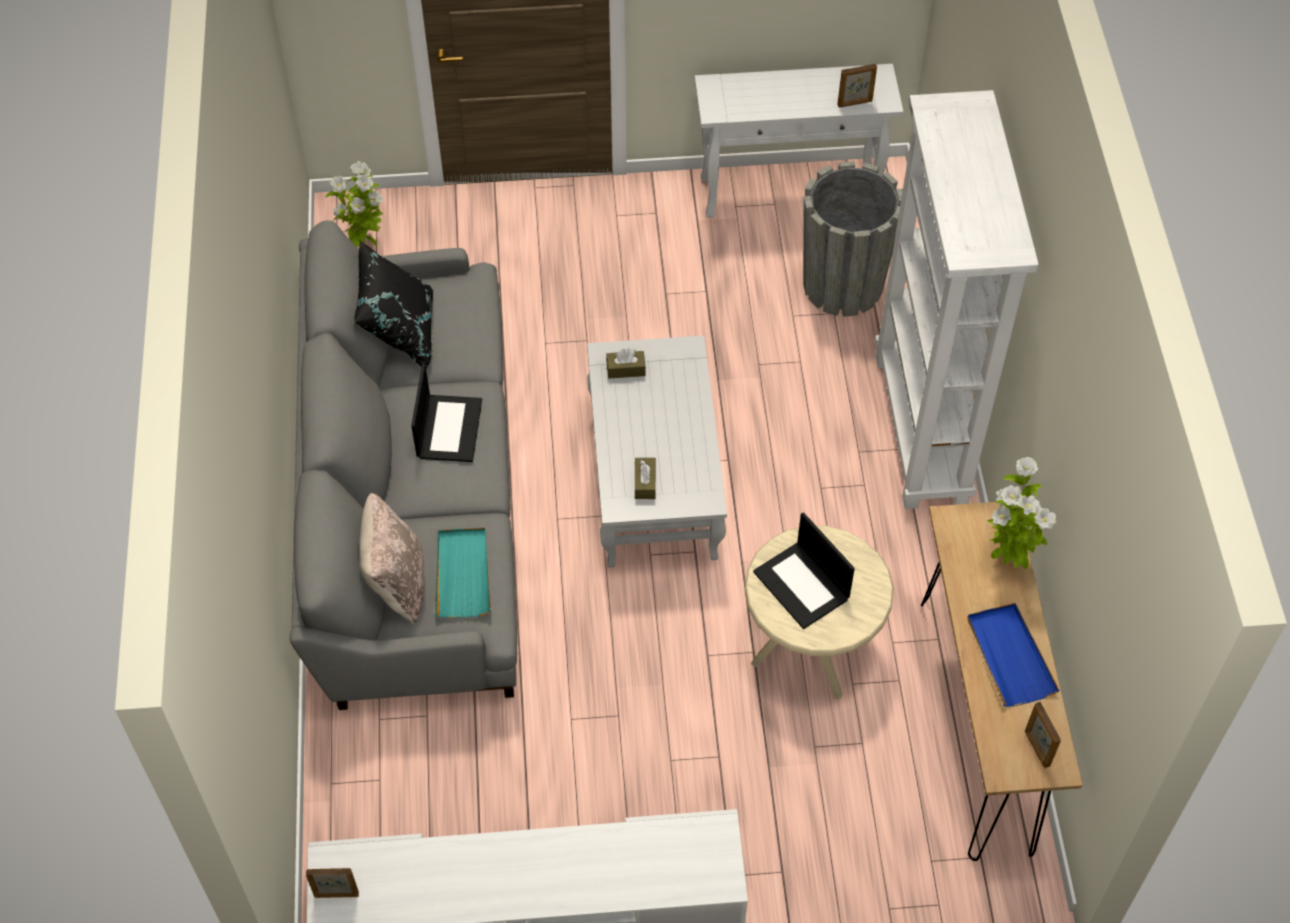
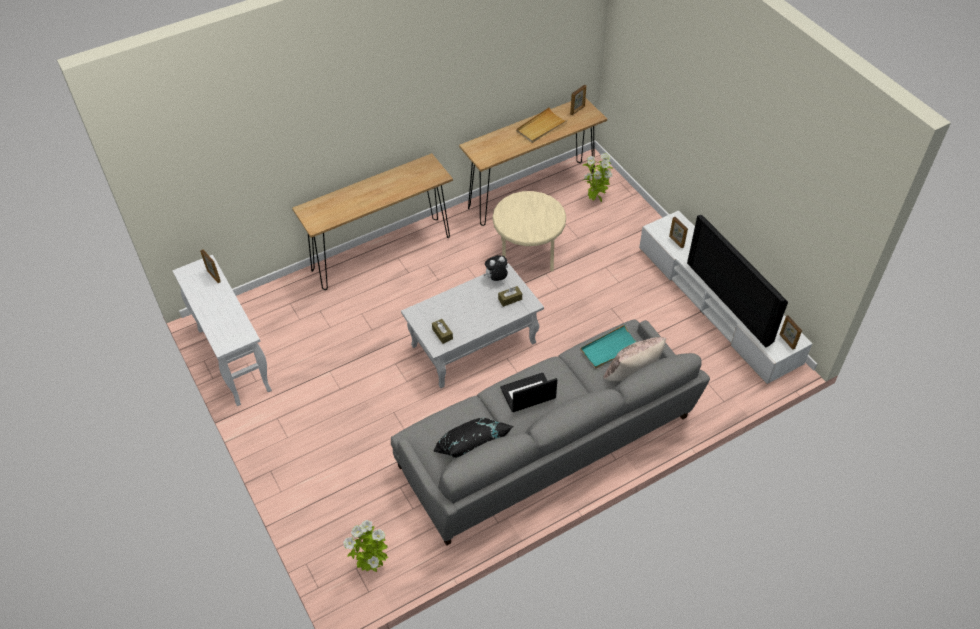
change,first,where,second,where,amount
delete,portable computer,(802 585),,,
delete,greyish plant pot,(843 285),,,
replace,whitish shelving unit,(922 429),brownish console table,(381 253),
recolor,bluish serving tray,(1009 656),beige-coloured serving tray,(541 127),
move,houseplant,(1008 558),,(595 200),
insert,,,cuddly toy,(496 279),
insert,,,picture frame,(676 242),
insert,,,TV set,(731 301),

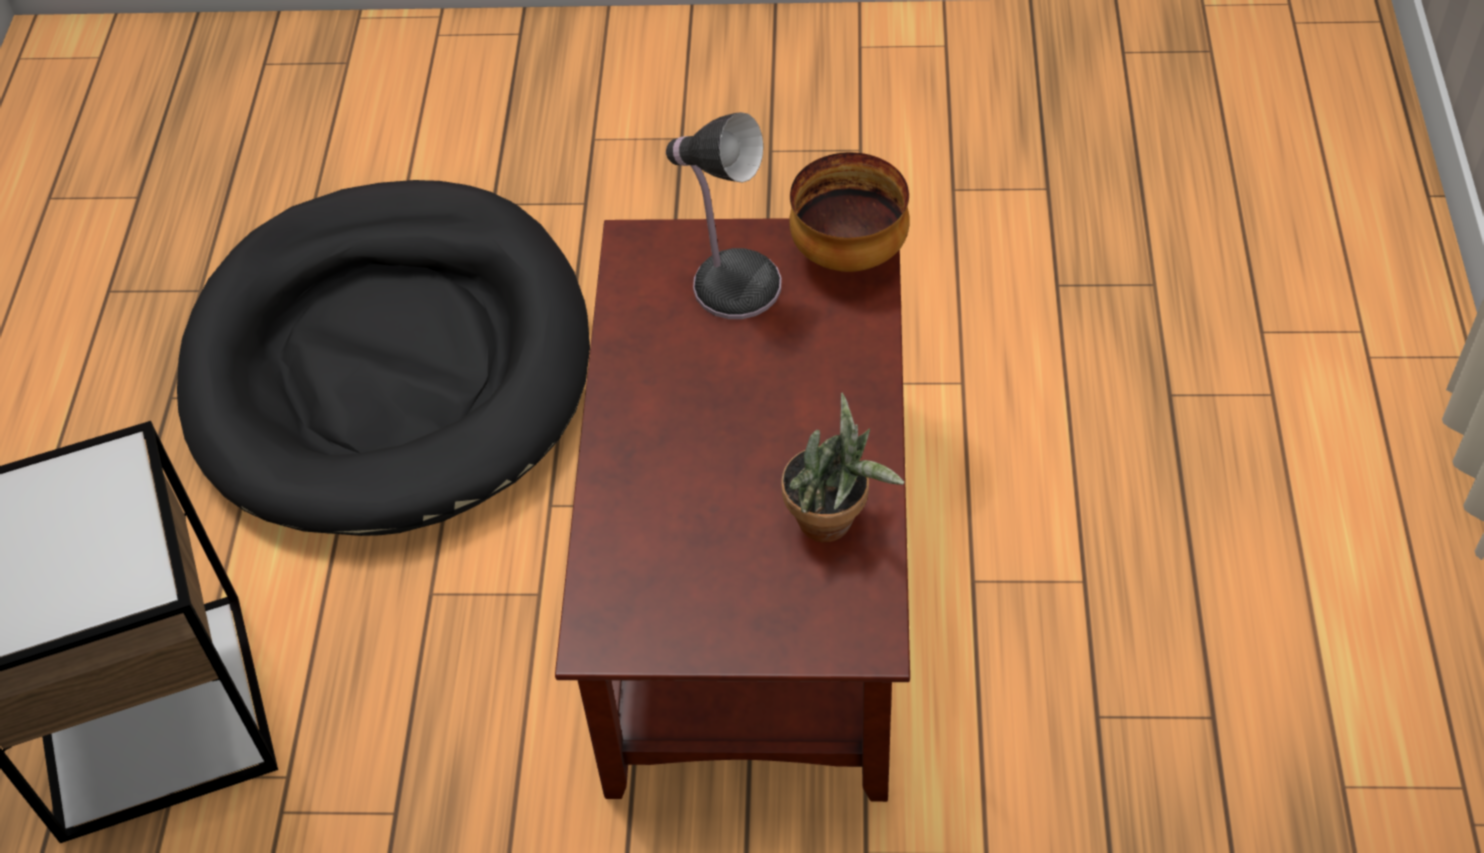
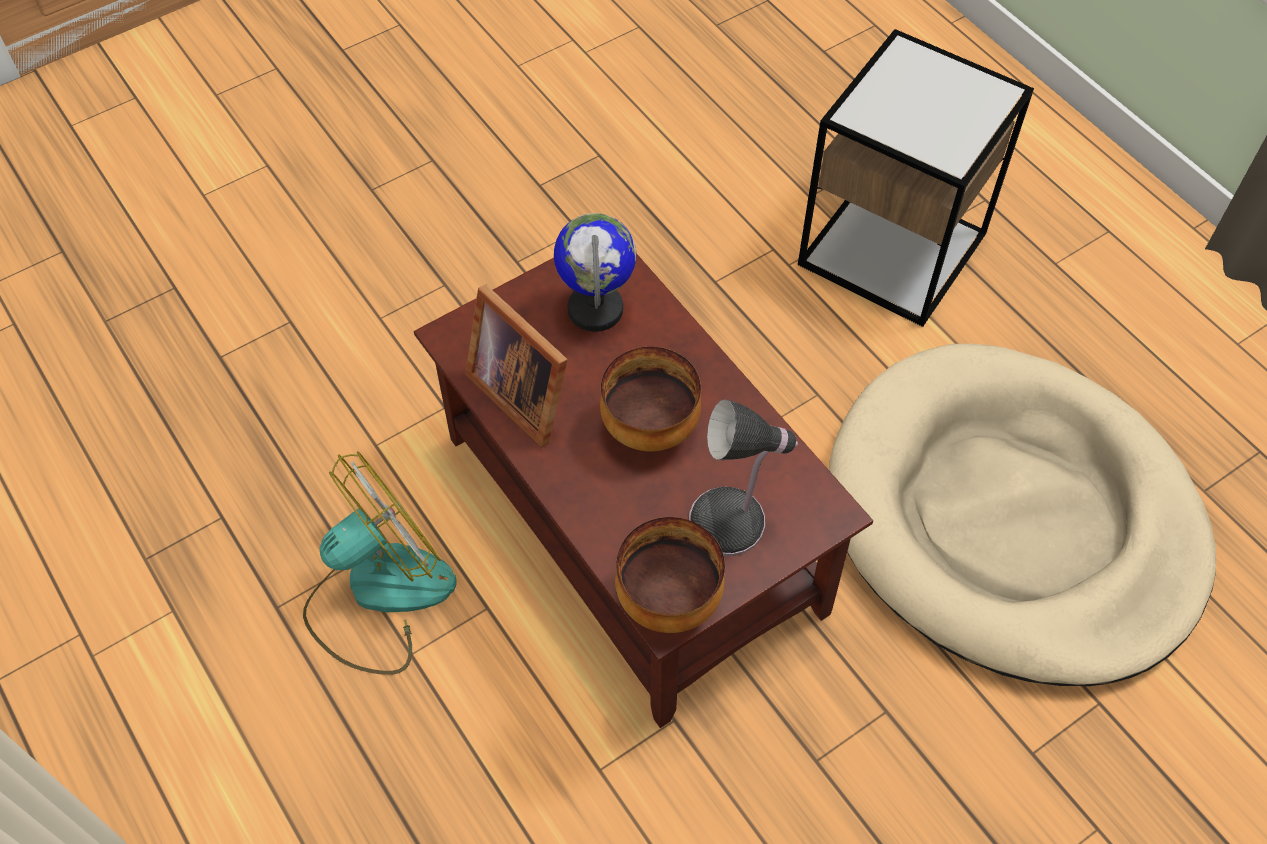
change,first,where,second,where,amount
recolor,black dog cushion,(390 365),beige-coloured dog cushion,(1012 519),
replace,houseplant,(834 523),picture frame,(522 391),
insert,,,cooling fan,(378 594),
insert,,,desk globe,(596 308),
insert,,,bowl,(651 426),

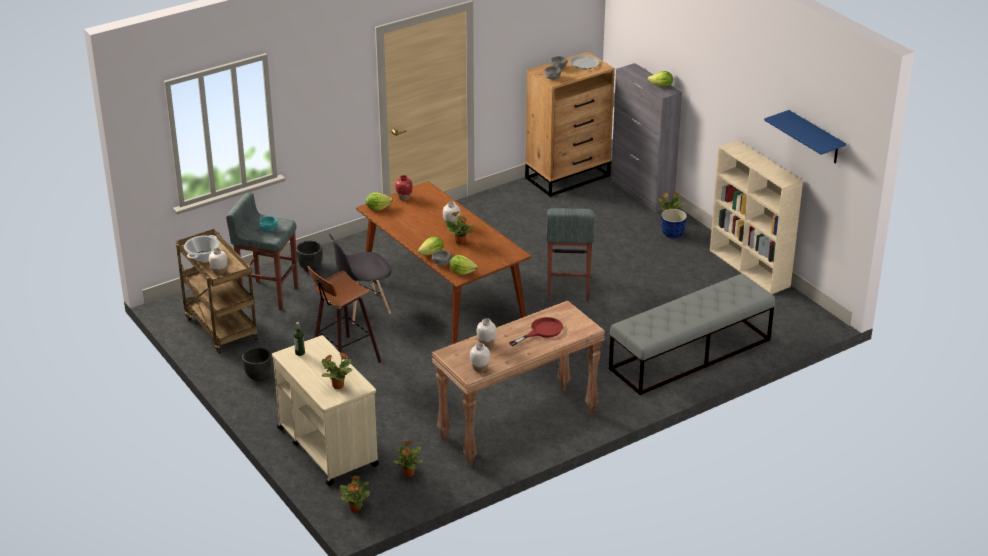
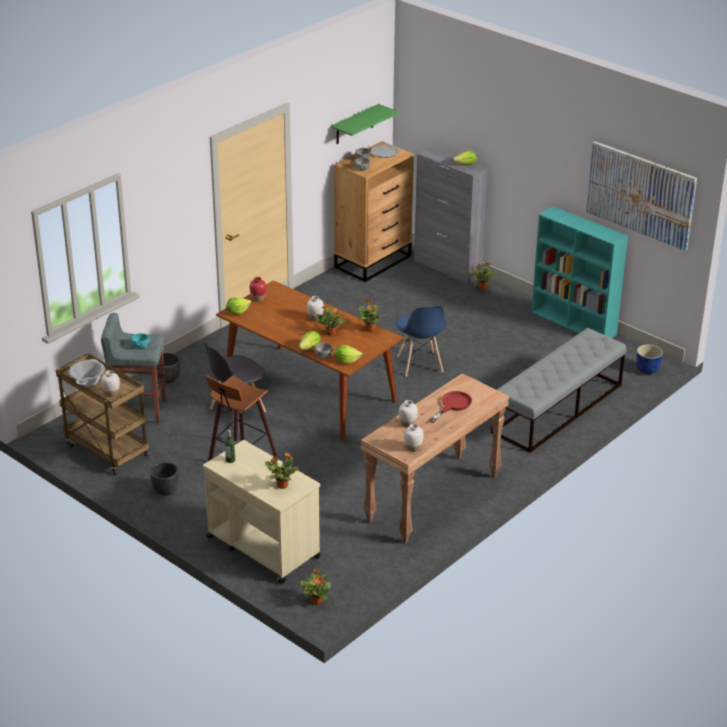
change,first,where,second,where,amount
move,houseplant,(408 474),,(370 329),
replace,greyish sitting stool,(567 288),bluish plain chair,(420 364),
move,plant pot,(672 234),,(647 370),
recolor,beige-coloured shelving unit,(750 268),turquoise-coloured shelving unit,(574 323),
replace,bluish bracket shelf,(815 138),picture,(640 194),
insert,,,green bracket shelf,(354 125),

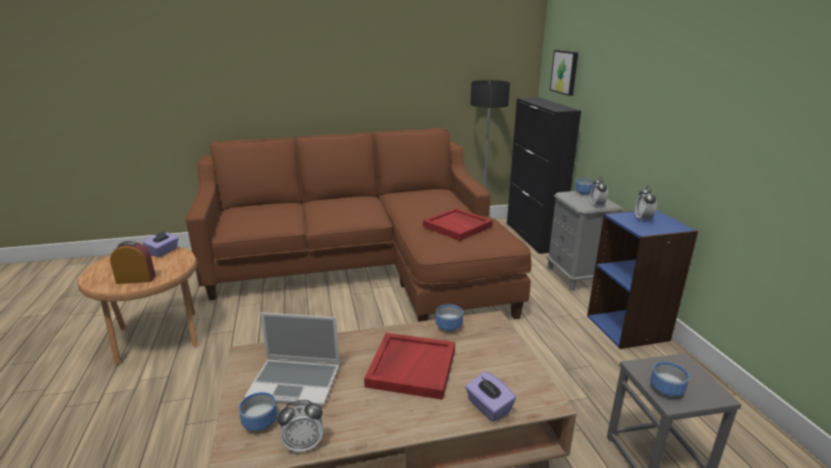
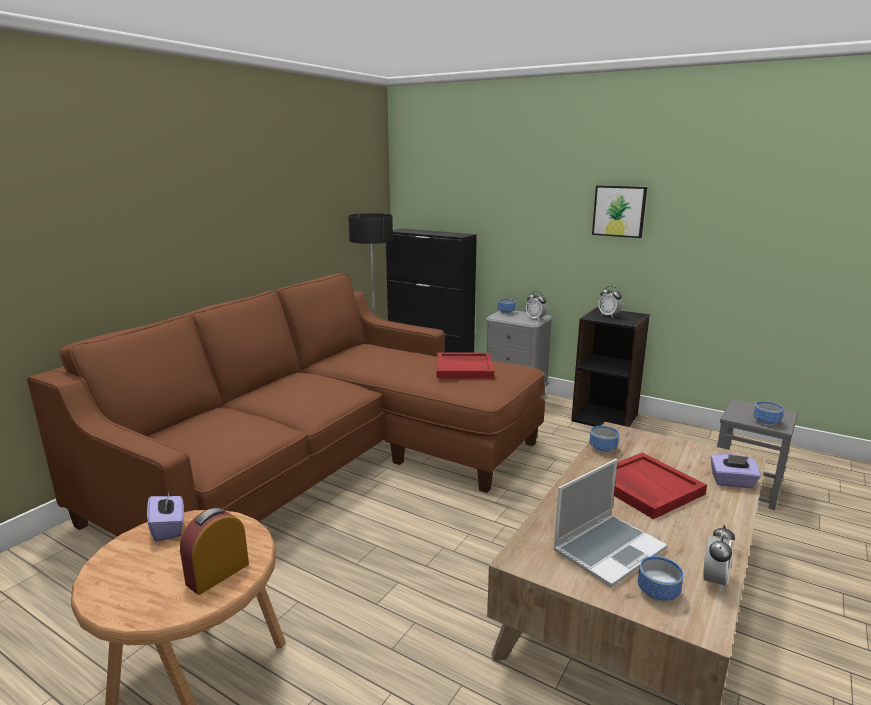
change,first,where,second,where,amount
move,picture,(565 72),,(619 211),
recolor,bluish shelving unit,(628 328),black shelving unit,(605 417),

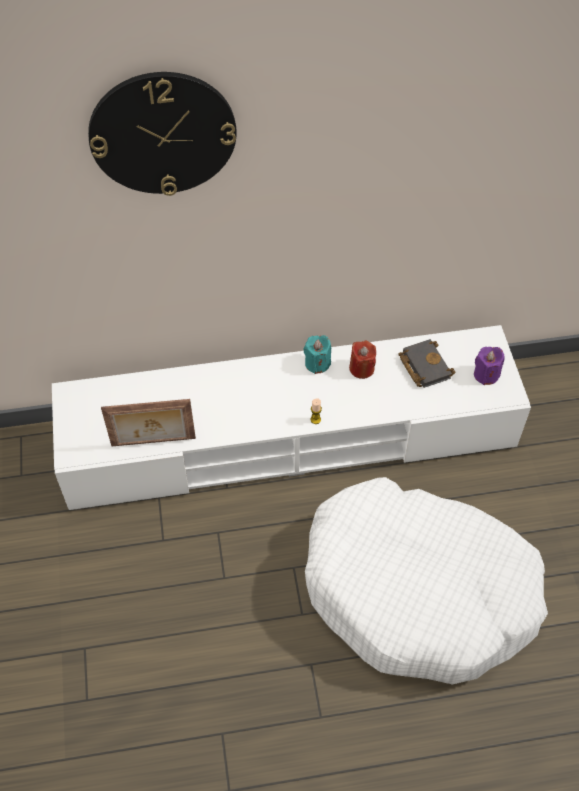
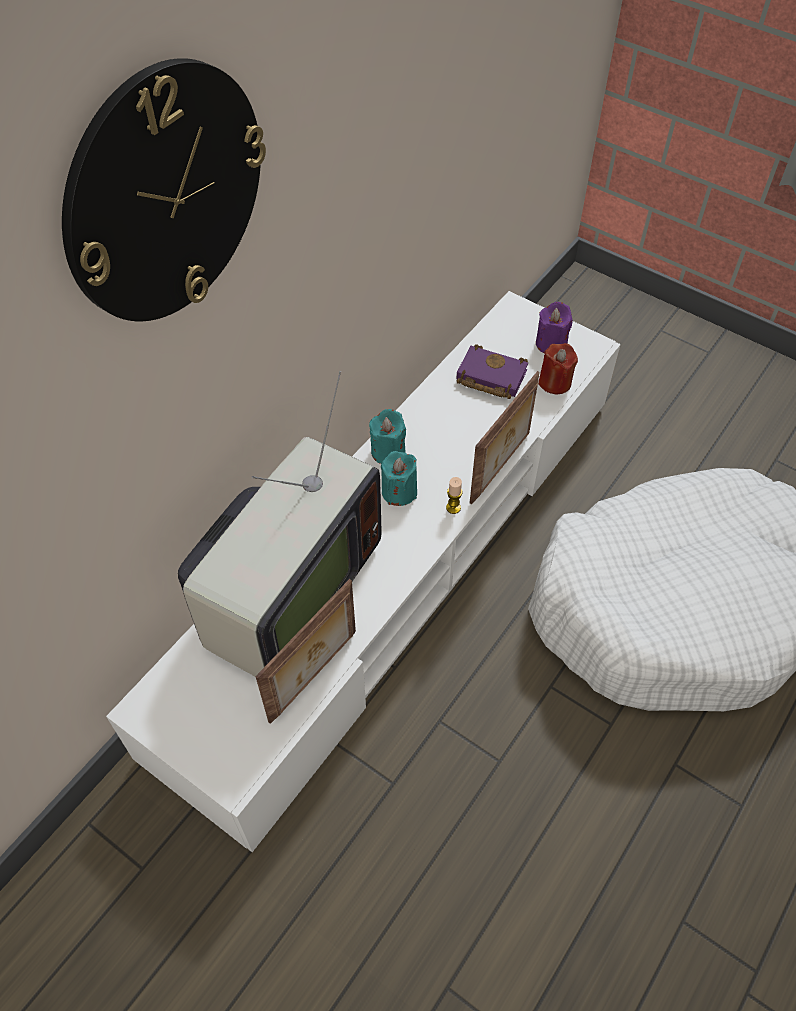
change,first,where,second,where,amount
move,red wax candle,(361 368),,(555 382),
recolor,black bound book,(423 366),purplish bound book,(489 377),
insert,,,TV set,(286 596),
insert,,,turquoise-coloured wax candle,(399 492),
insert,,,picture frame,(501 467),

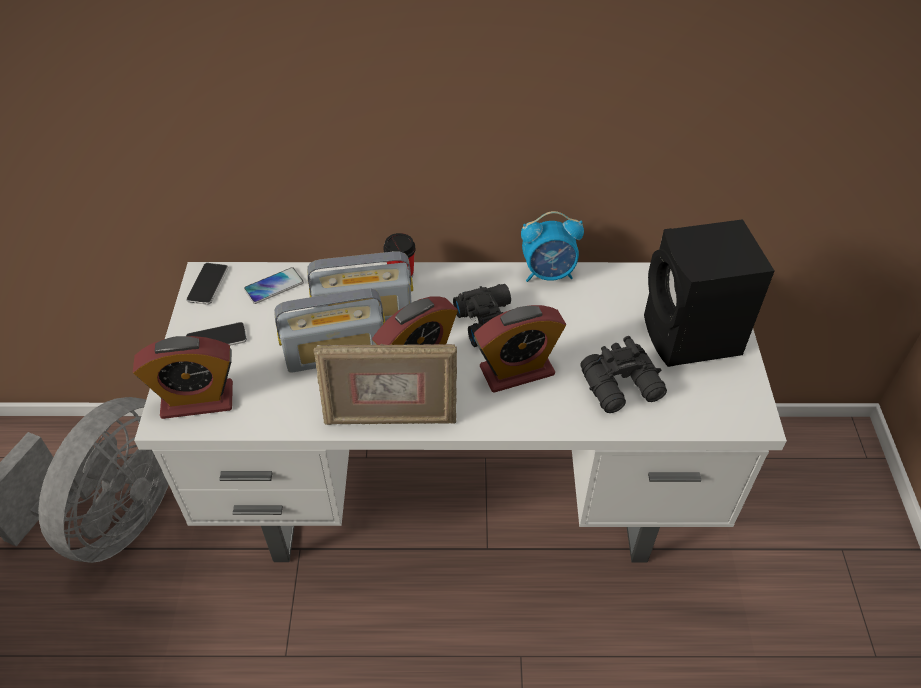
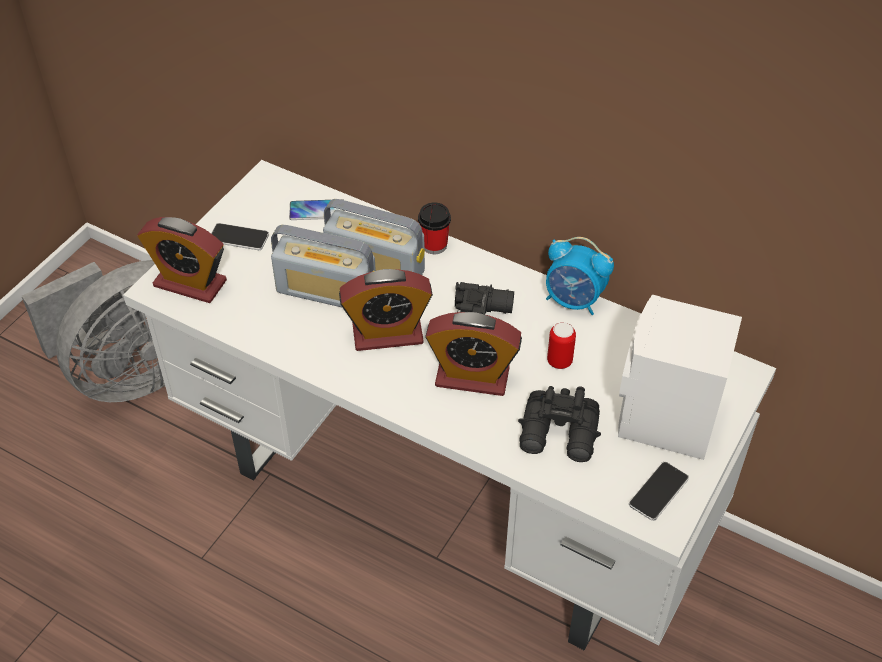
change,first,where,second,where,amount
move,phone,(208 284),,(658 492),
delete,picture frame,(390 418),,,
recolor,black loudspeaker,(691 338),whitish loudspeaker,(666 421),
insert,,,can,(559 361),

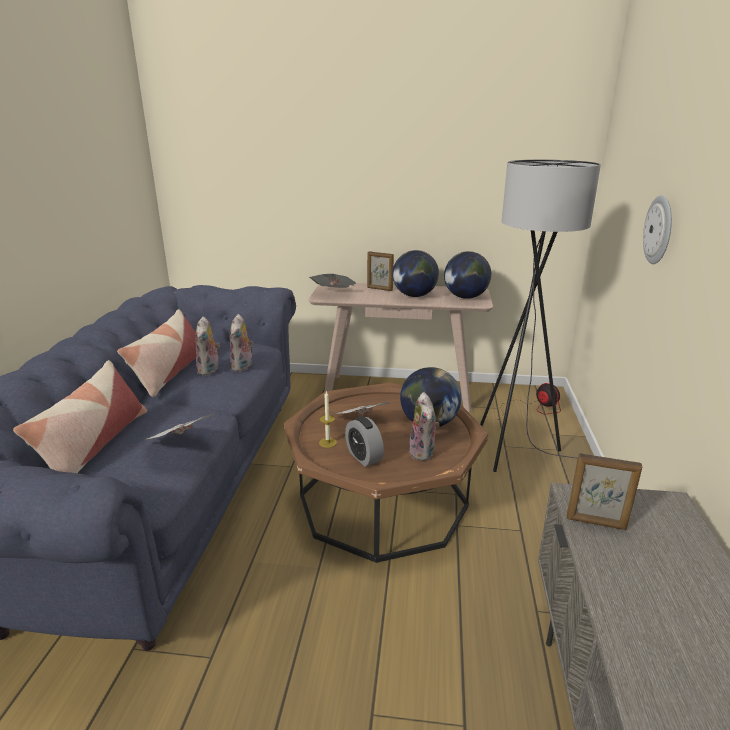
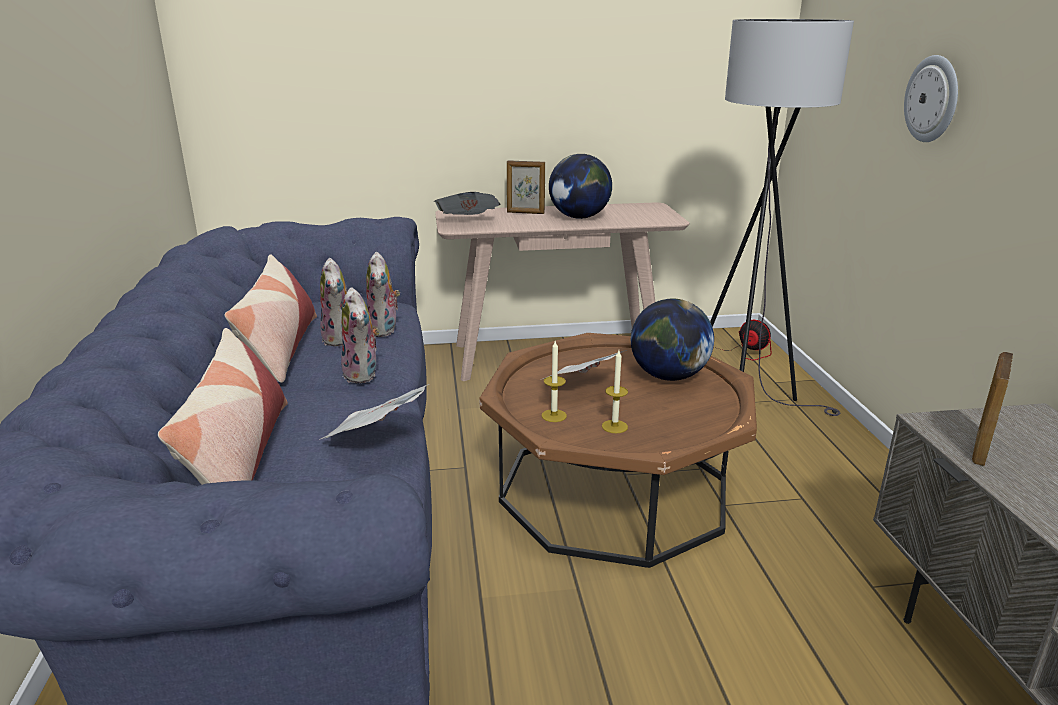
change,first,where,second,where,amount
replace,table clock,(364 457),wax candle,(614 426),
move,cuddly toy,(423 453),,(363 374),
delete,desk globe,(465 297),,,
rotate,picture frame,(596 523),,(980 449),120 degrees clockwise

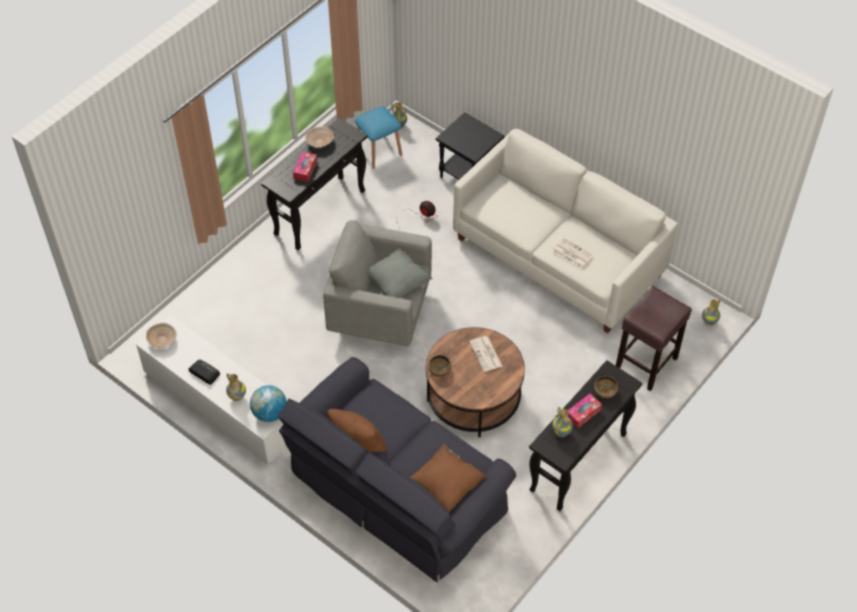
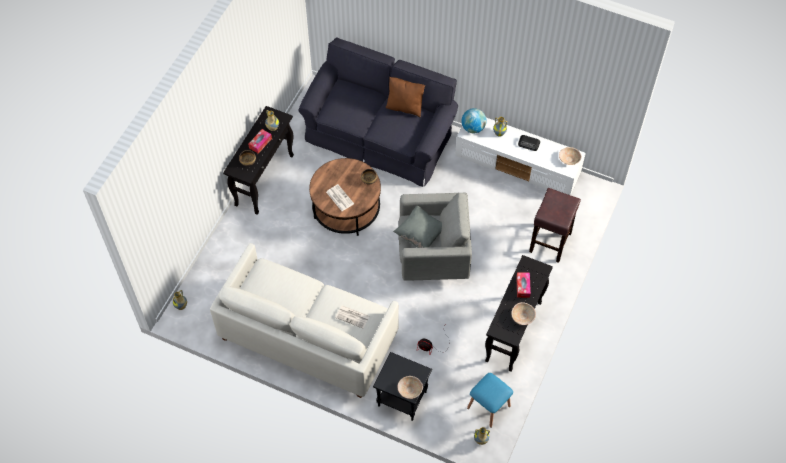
change,first,where,second,where,amount
delete,brownish cushion,(446 486),,,
move,newspaper,(572 253),,(353 317),
move,brownish sitting stool,(646 363),,(550 243),
insert,,,beige-coloured bowl,(409 389),

